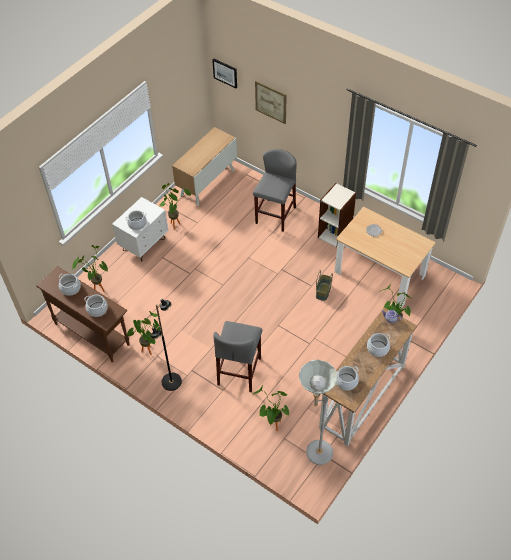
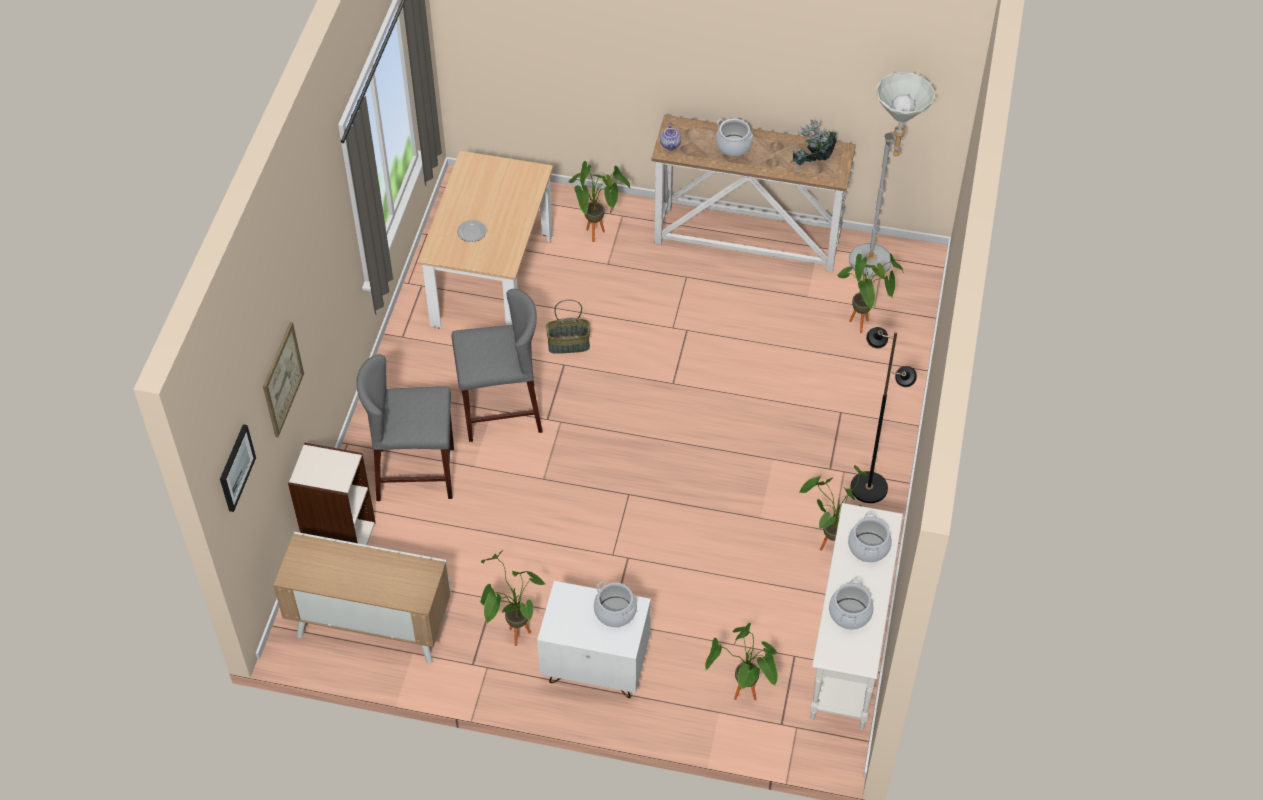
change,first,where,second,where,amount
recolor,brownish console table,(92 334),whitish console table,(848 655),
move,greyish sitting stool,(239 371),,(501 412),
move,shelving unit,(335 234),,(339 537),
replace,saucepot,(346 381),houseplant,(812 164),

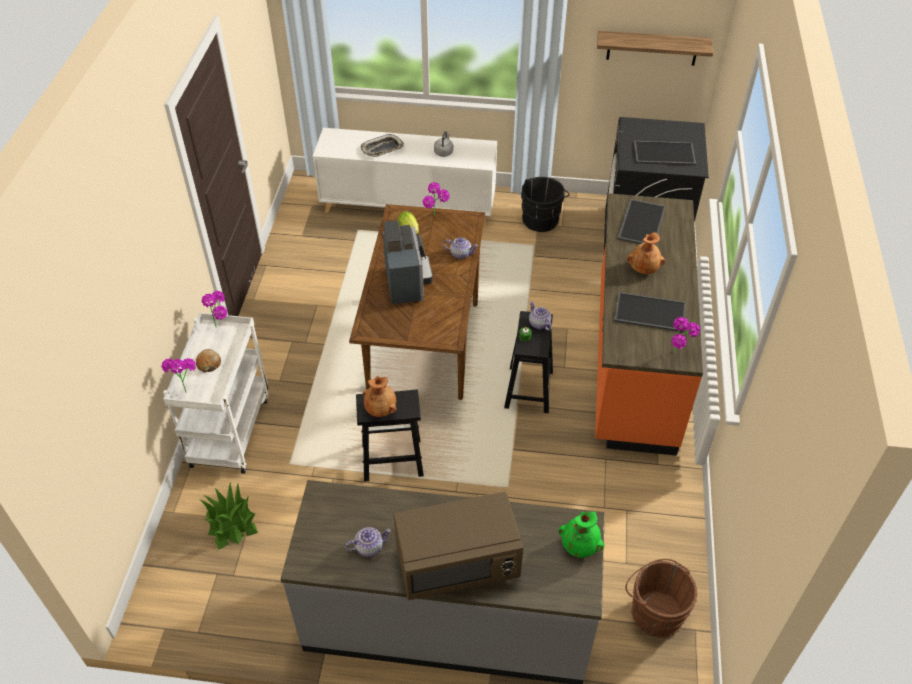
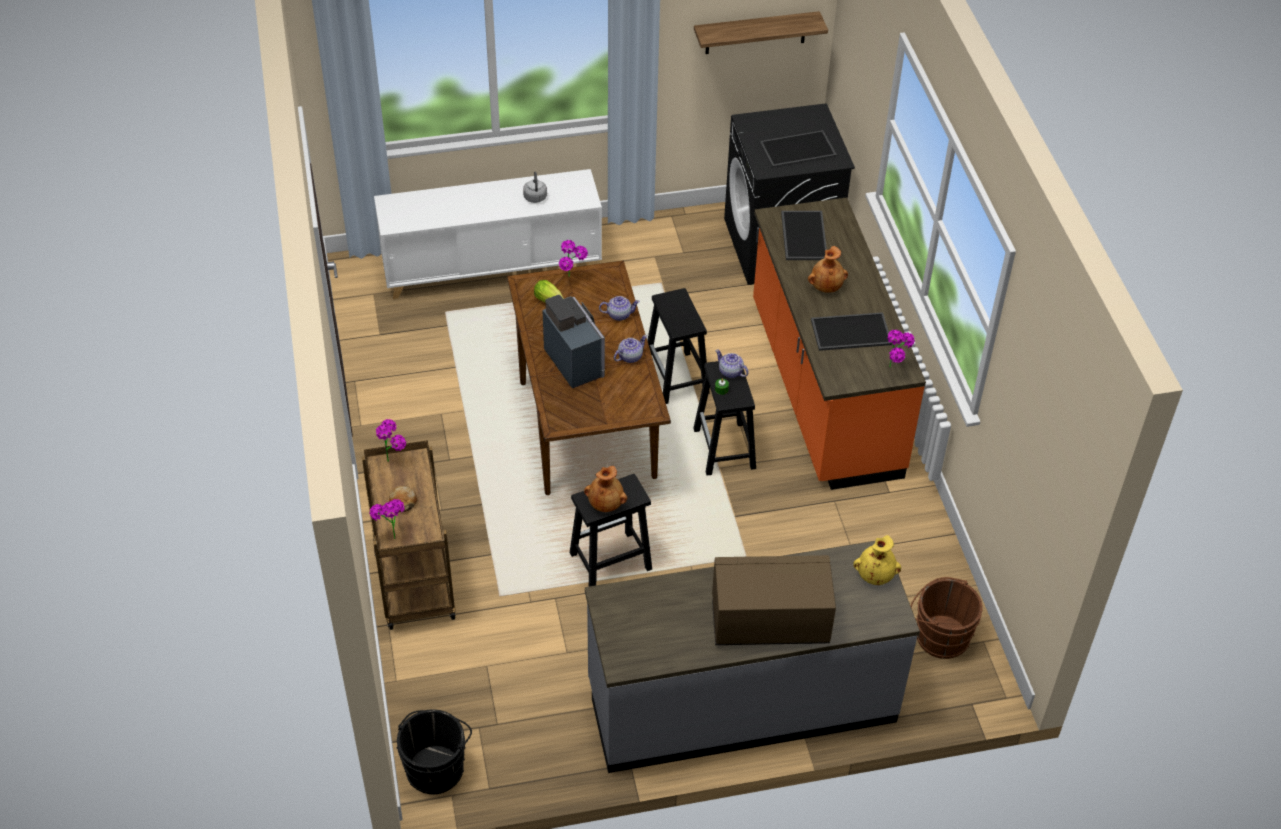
change,first,where,second,where,amount
recolor,whitish cart,(230 429),brownish cart,(413 578),
delete,houseplant,(231 523),,,
move,pot for tea,(369 547),,(629 357),
delete,serving tray,(382 149),,,
rotate,brownish microwave oven,(458 562),,(769 621),150 degrees counterclockwise
move,black bucket,(542 219),,(436 767),
recolor,green flower vase,(580 545),yellowish flower vase,(875 575),
insert,,,black sitting stool,(676 378),

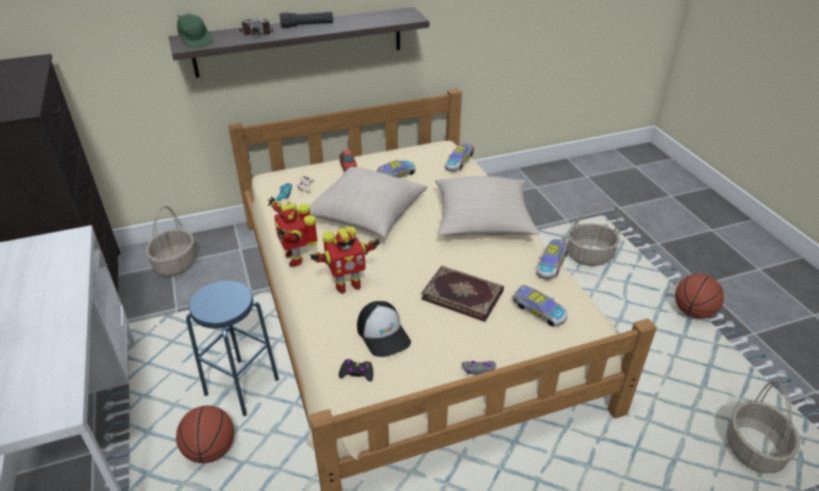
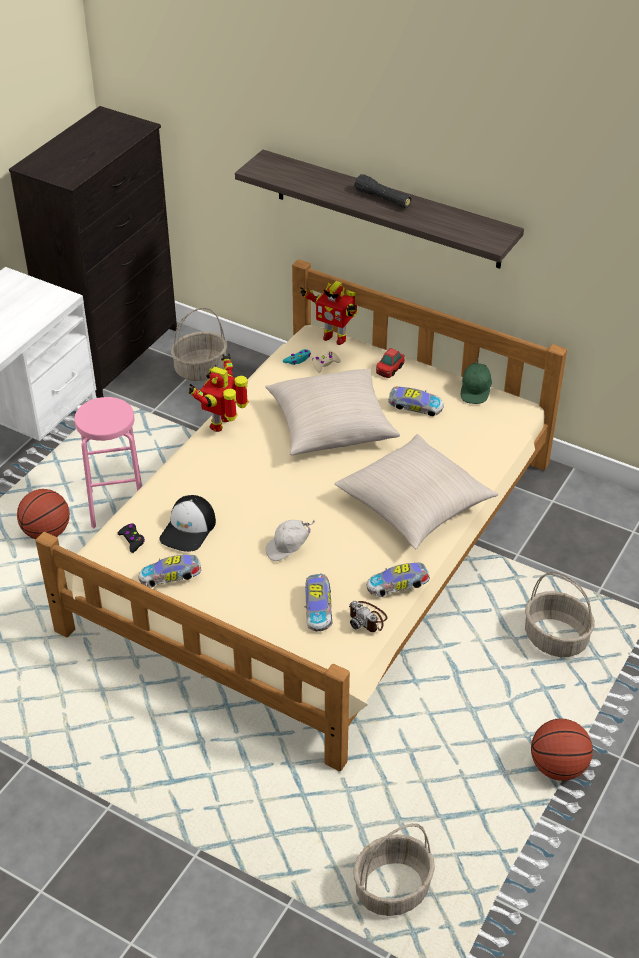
change,first,where,second,where,amount
move,green peaked cap,(195 41),,(475 391),
recolor,bluish sitting stool,(242 387),pink-coloured sitting stool,(117 507),
move,photo camera,(257 33),,(367 618),
move,model robot,(347 285),,(334 337),
replace,bound book,(463 294),whitish peaked cap,(288 549),
move,toy car,(459 163),,(172 577),
delete,greyish game controller,(479 370),,,

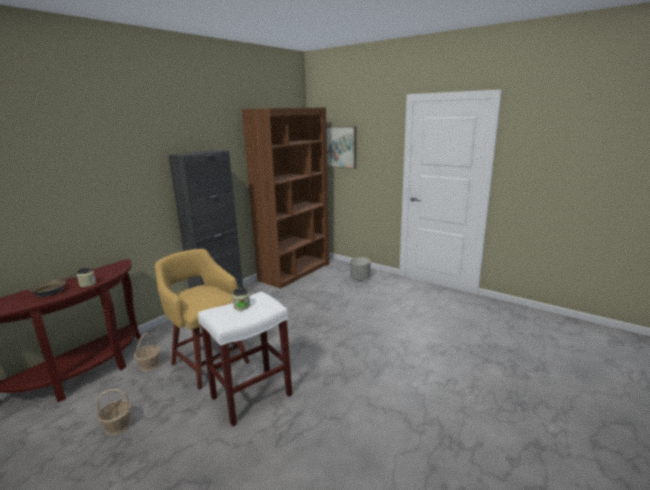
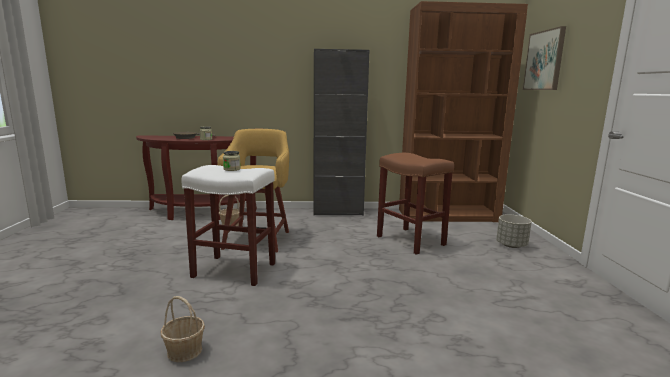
change,first,where,second,where,amount
move,household basket,(118 425),,(184 351),
insert,,,brownish sitting stool,(411 241),

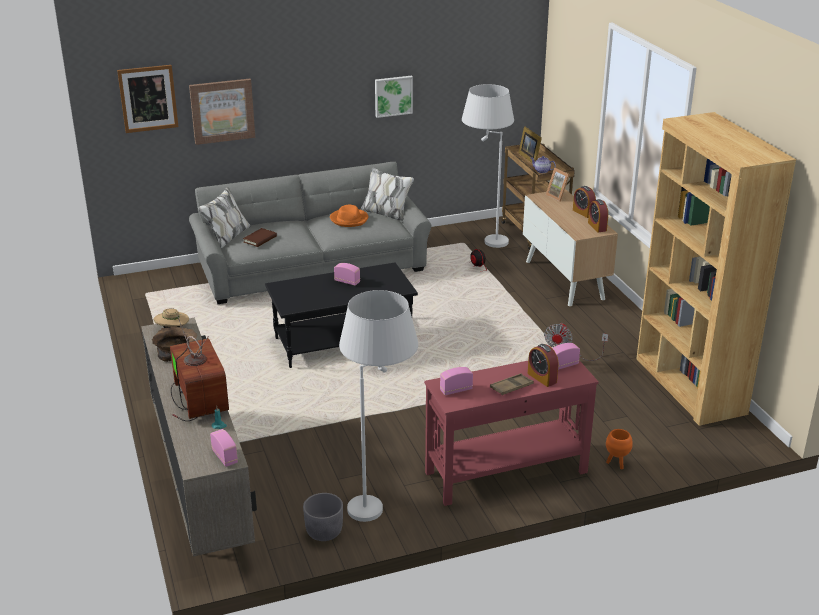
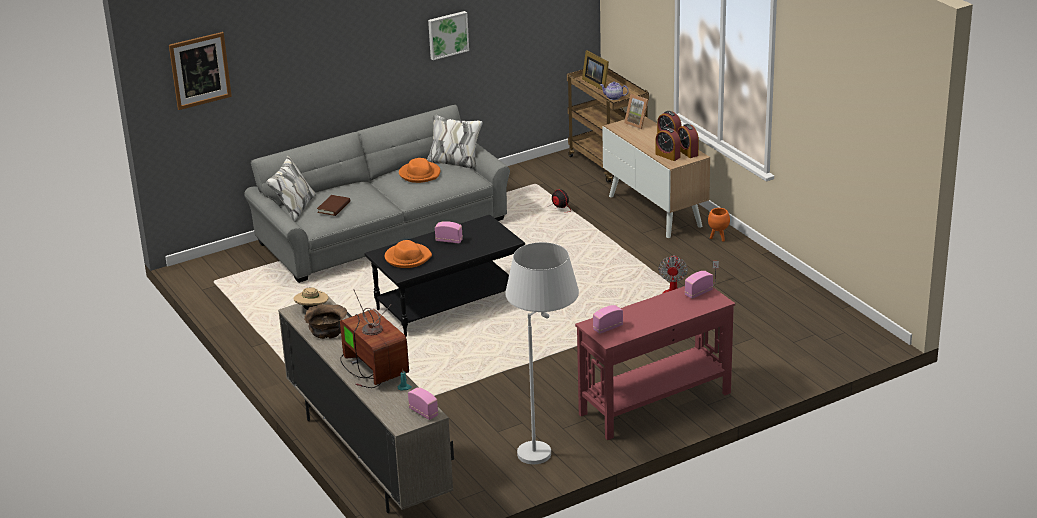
change,first,where,second,where,amount
delete,picture,(222 111),,,
delete,greyish plant pot,(324 532),,,
delete,whitish floor lamp,(483 240),,,
delete,brownish serving tray,(511 387),,,
move,table clock,(542 378),,(667 155),
move,orangey plant pot,(616 464),,(718 238),
delete,brownish shelving unit,(689 386),,,
insert,,,orangey wearable hat,(407 257),

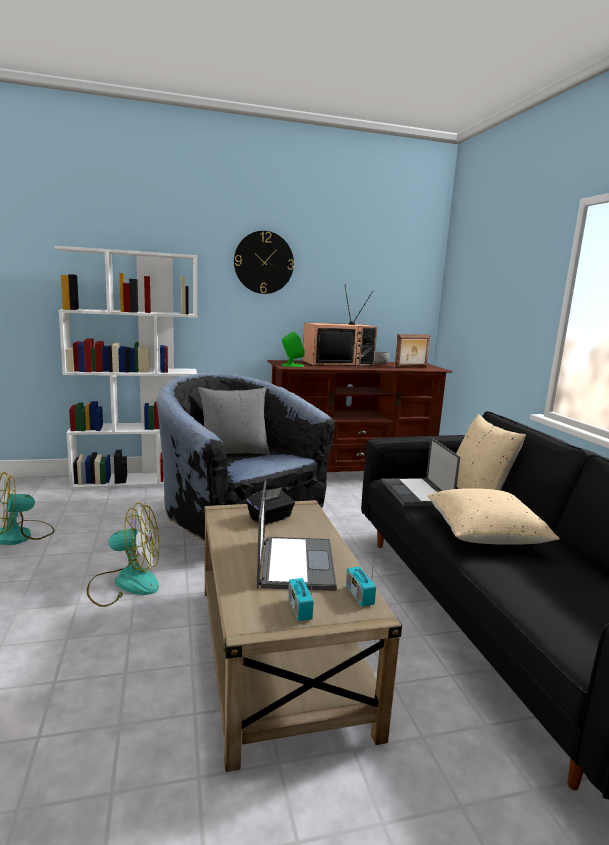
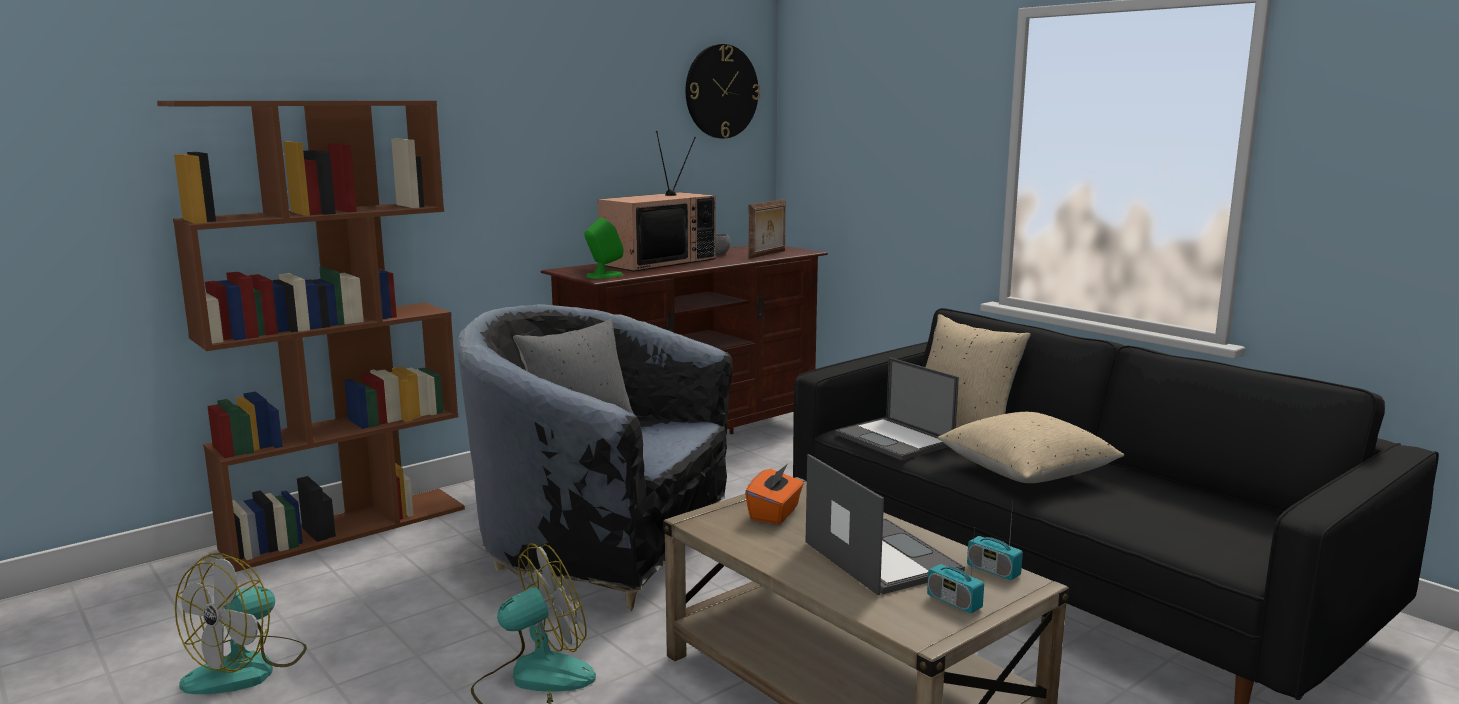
change,first,where,second,where,amount
recolor,whitish shelving unit,(137 480),brownish shelving unit,(347 527),
move,hanging clock,(263 262),,(721 91),
recolor,black tissue box,(270 518),orangey tissue box,(775 513),

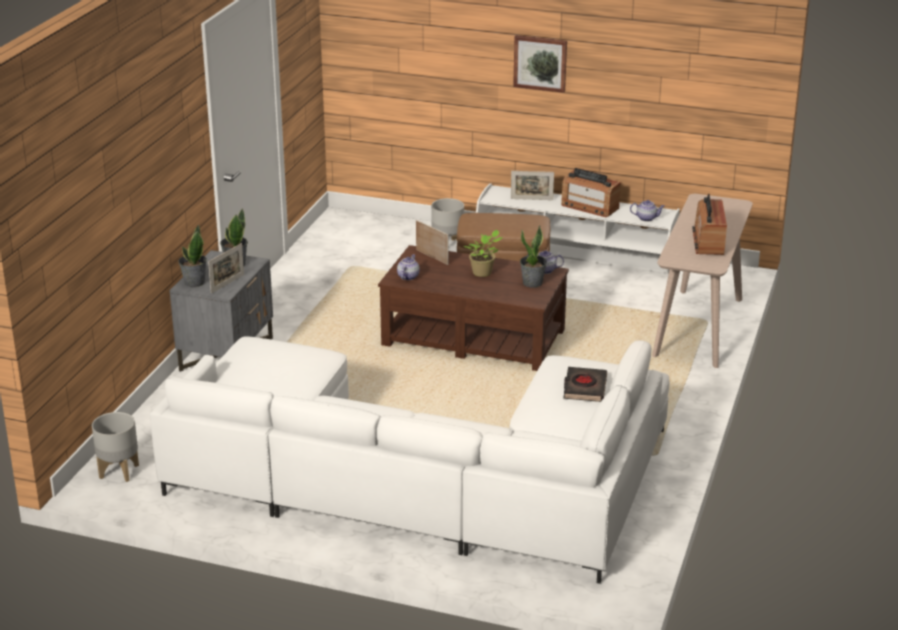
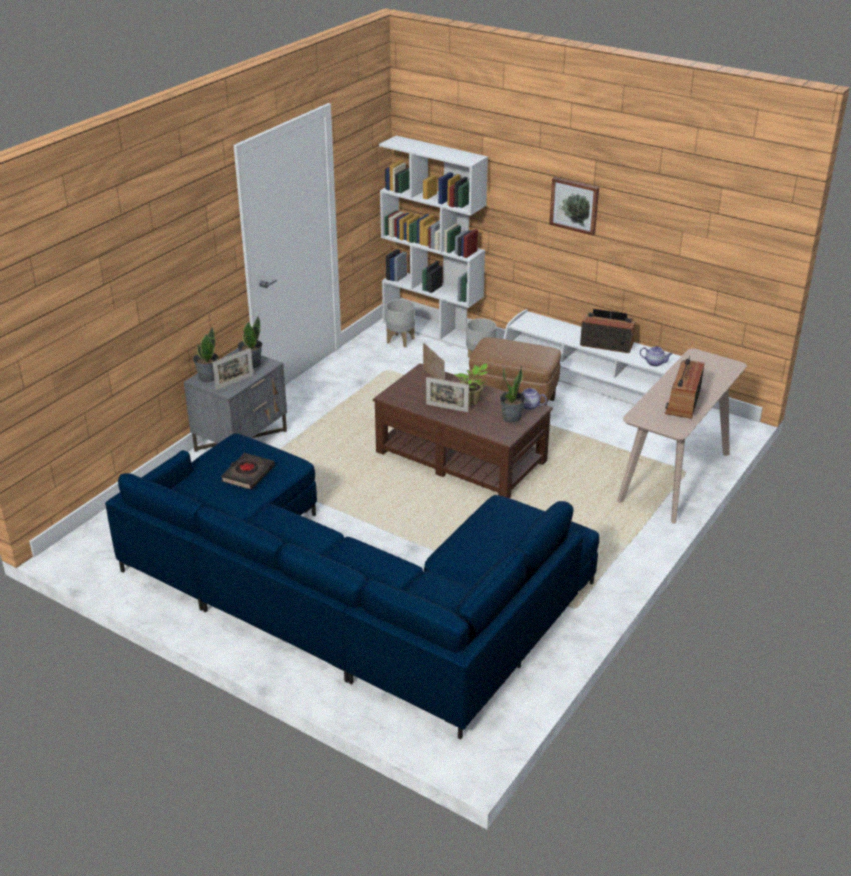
change,first,where,second,where,amount
move,greyish plant pot,(118 471),,(400 340),
recolor,whitish couch,(425 480),bluish couch,(350 597),
delete,pot for tea,(407 276),,,
move,picture frame,(531 199),,(447 408),
rotate,radio,(589 207),,(606 344),150 degrees clockwise
move,black bound book,(584 388),,(248 474),
insert,,,whitish shelving unit,(433 330),

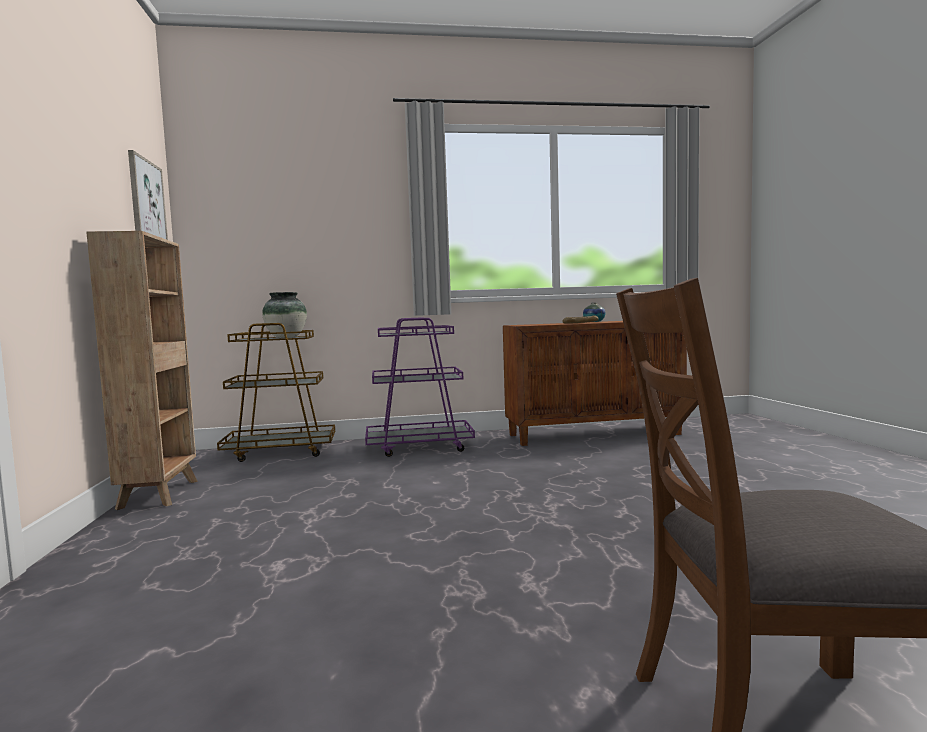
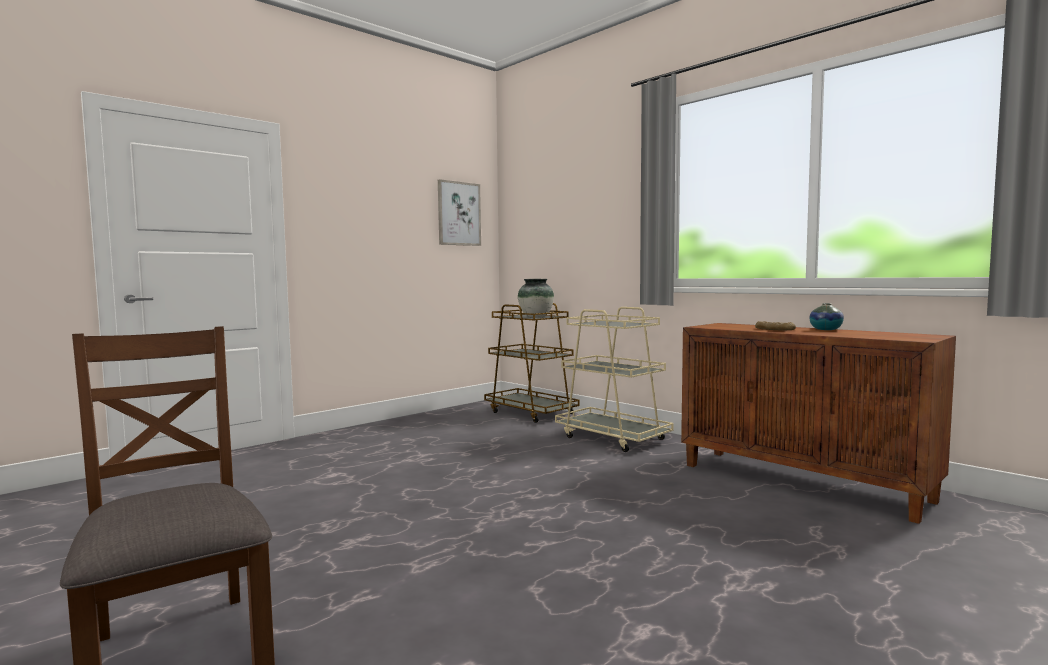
change,first,where,second,where,amount
delete,brownish shelving unit,(160 493),,,
recolor,purplish cart,(420 447),beige-coloured cart,(612 438),

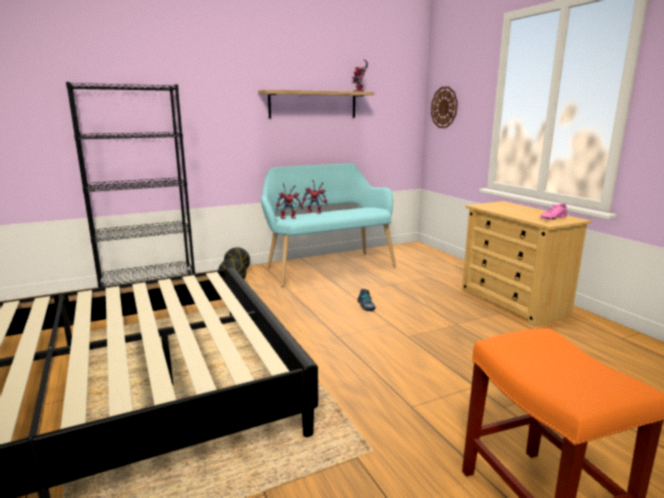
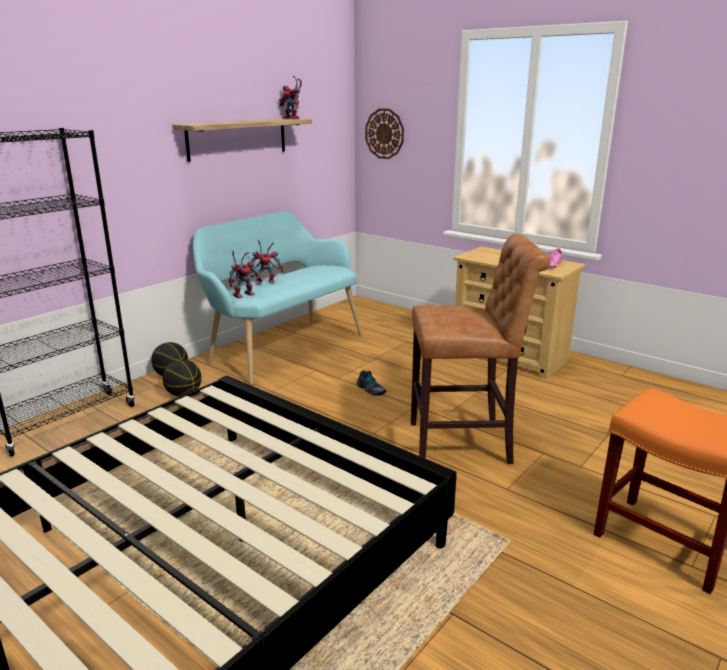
change,first,where,second,where,amount
insert,,,brownish sitting stool,(466 443),

